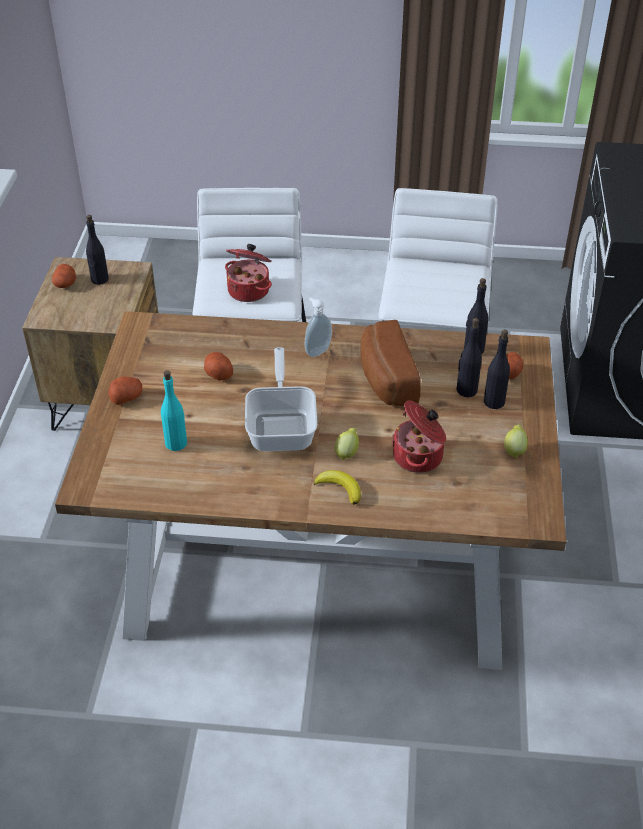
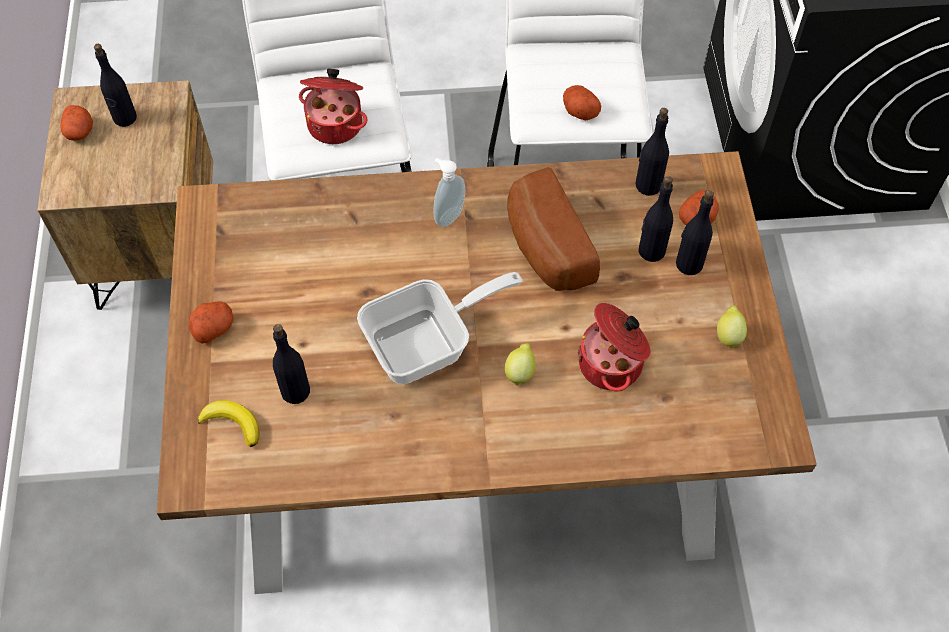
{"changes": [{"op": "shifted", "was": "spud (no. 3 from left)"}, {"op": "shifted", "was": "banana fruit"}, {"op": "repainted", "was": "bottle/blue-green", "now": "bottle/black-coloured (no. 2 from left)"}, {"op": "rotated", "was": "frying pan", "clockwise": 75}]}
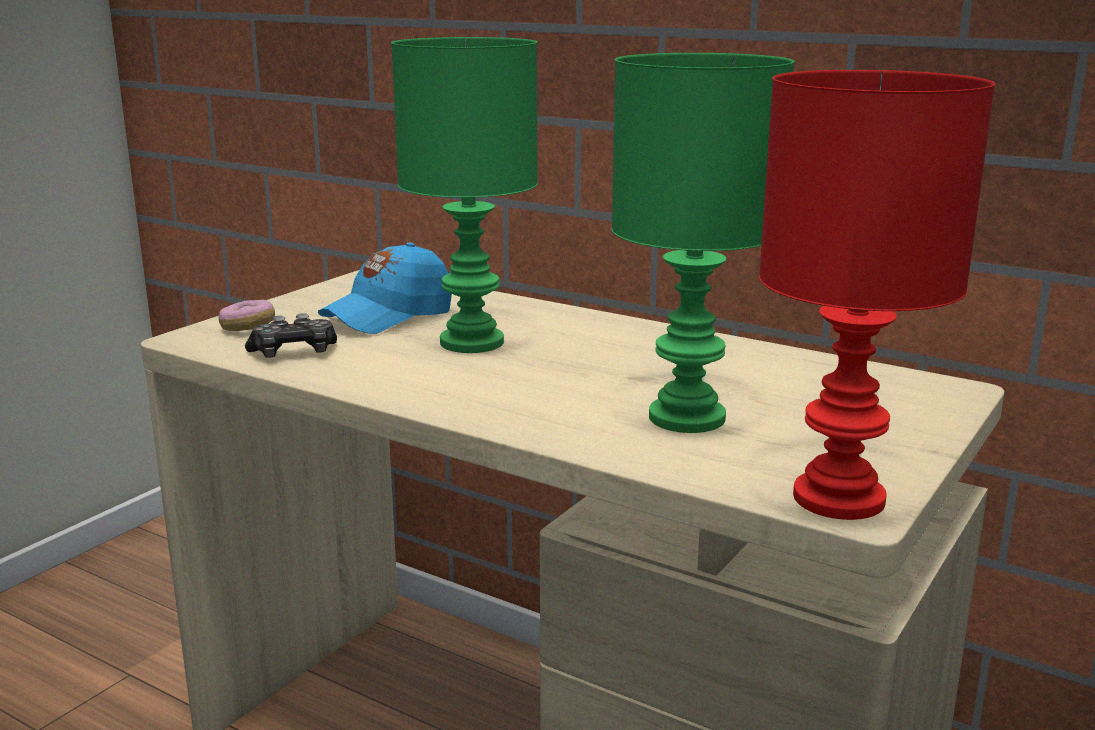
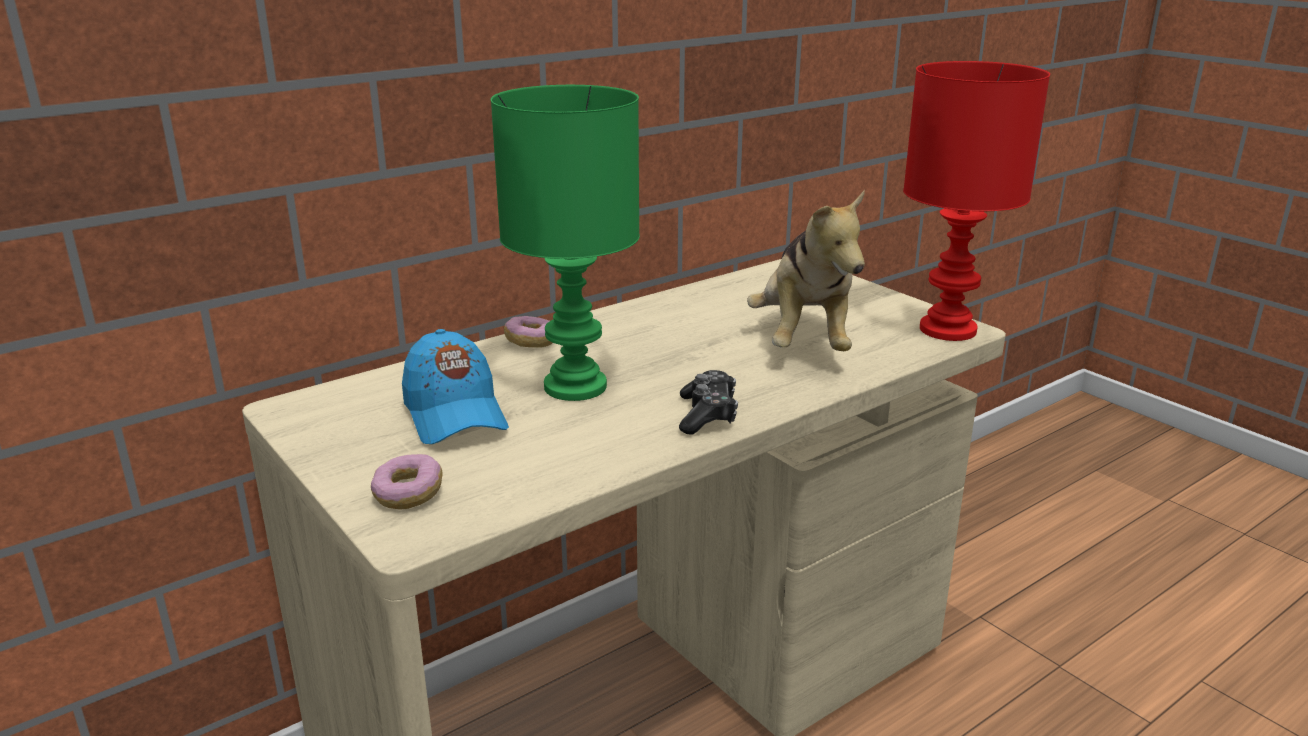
{"changes": [{"op": "new", "now": "ring doughnut (no. 2 from left)"}, {"op": "shifted", "was": "joypad"}, {"op": "swapped", "was": "tabletop lamp/greenish (no. 2 from left)", "now": "soft toy"}]}
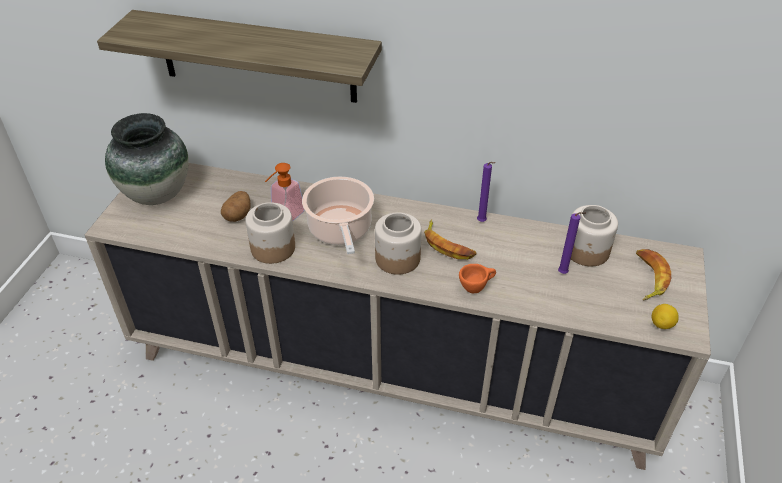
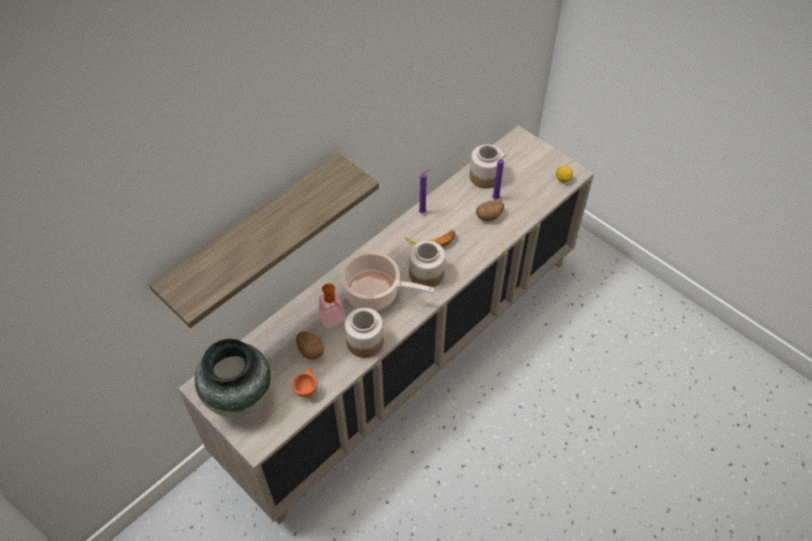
{"changes": [{"op": "gone", "was": "banana fruit (no. 2 from left)"}, {"op": "new", "now": "spud (no. 2 from left)"}, {"op": "shifted", "was": "small cup/orange-coloured"}]}
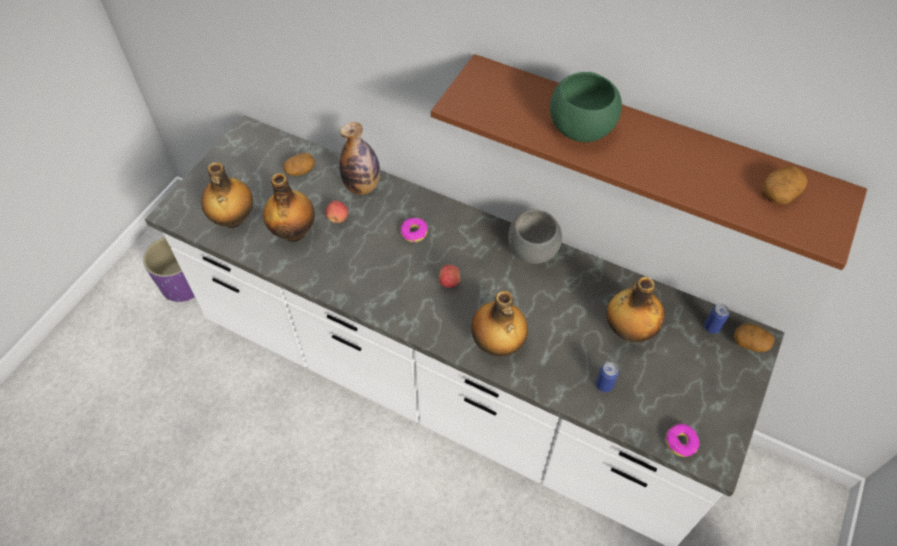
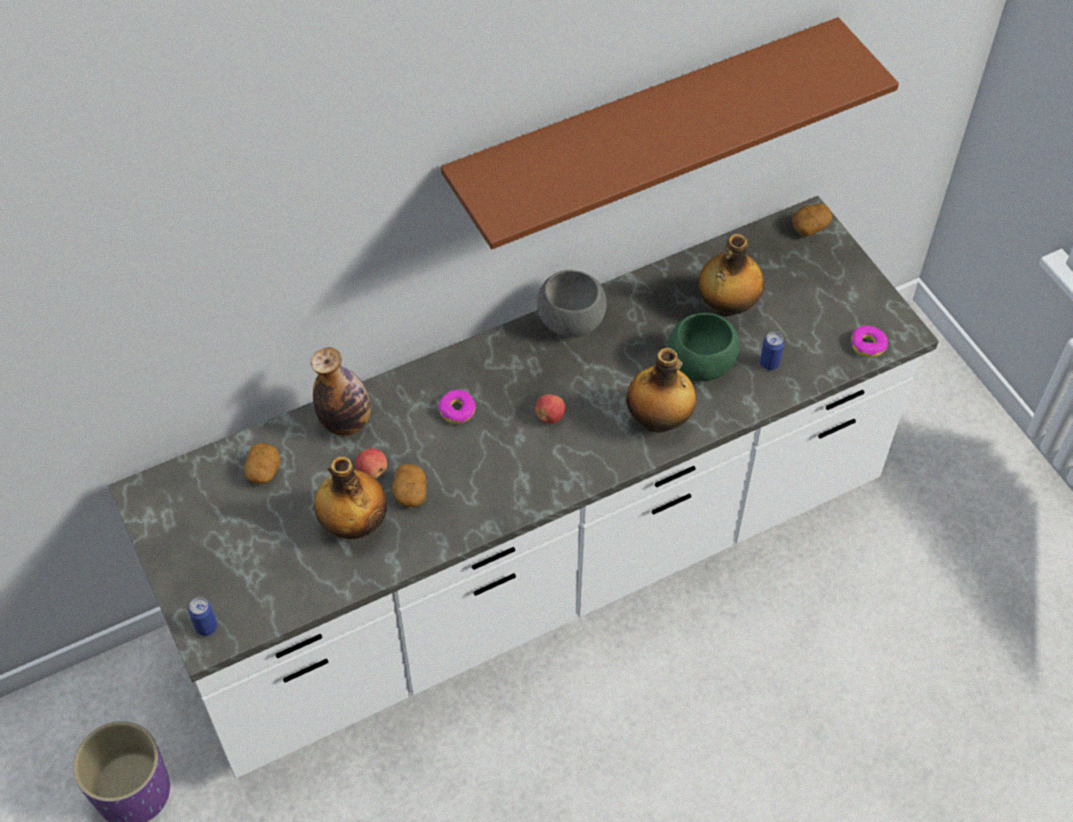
{"changes": [{"op": "gone", "was": "bottle (no. 1 from left)"}, {"op": "shifted", "was": "deep dish/greenish"}, {"op": "shifted", "was": "sealed can (no. 2 from left in the first image)", "now": "sealed can (no. 1 from left)"}, {"op": "shifted", "was": "spud (no. 3 from left in the first image)", "now": "spud (no. 2 from left)"}]}
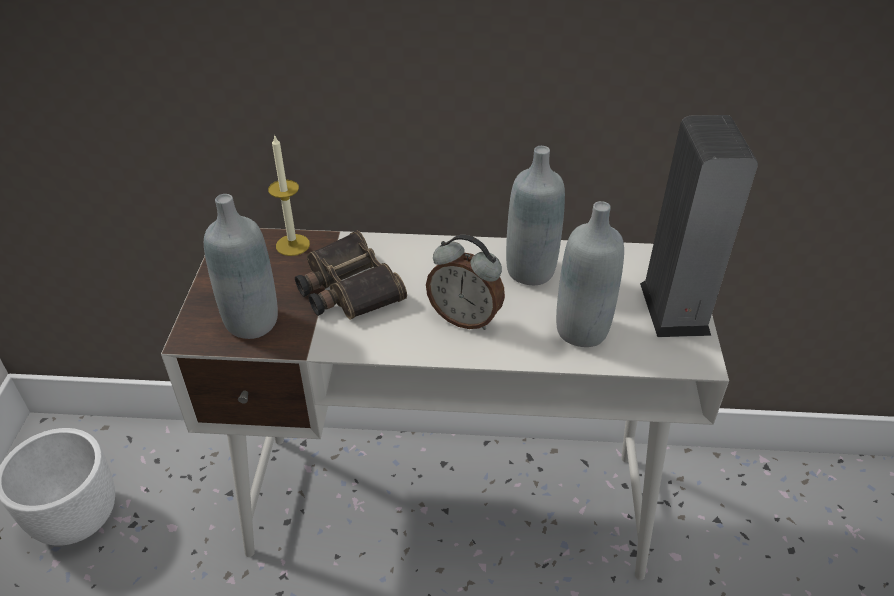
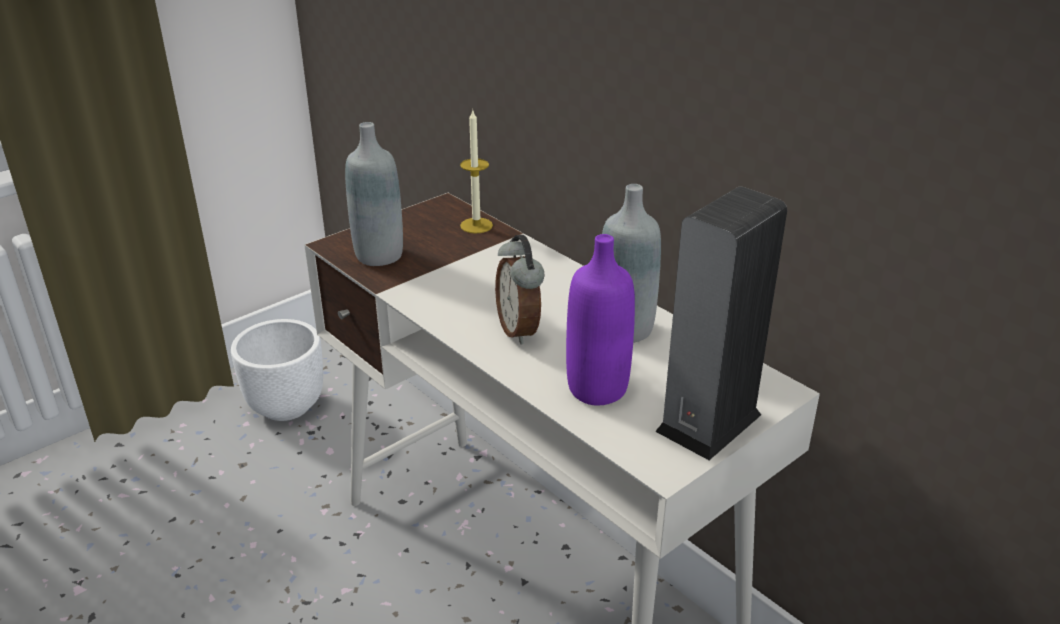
{"changes": [{"op": "gone", "was": "field glasses"}, {"op": "repainted", "was": "bottle/gray (no. 3 from left)", "now": "bottle/purple-coloured"}]}
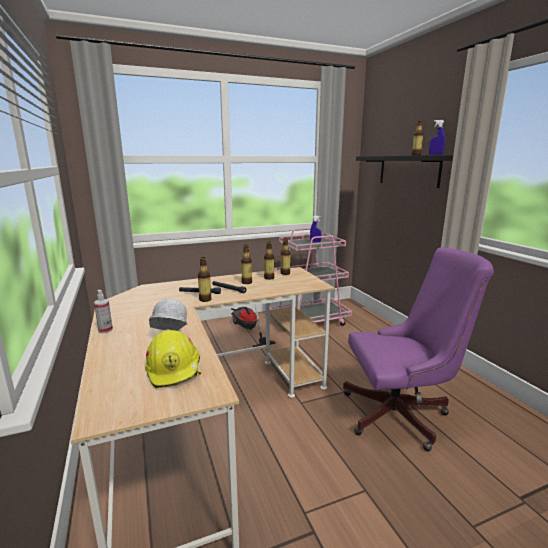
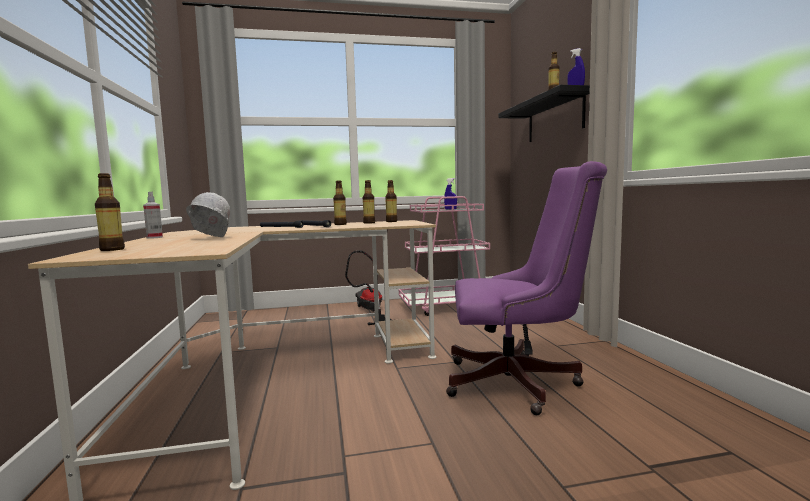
{"changes": [{"op": "gone", "was": "work helmet/yellow"}, {"op": "shifted", "was": "bottle (no. 1 from left)"}]}
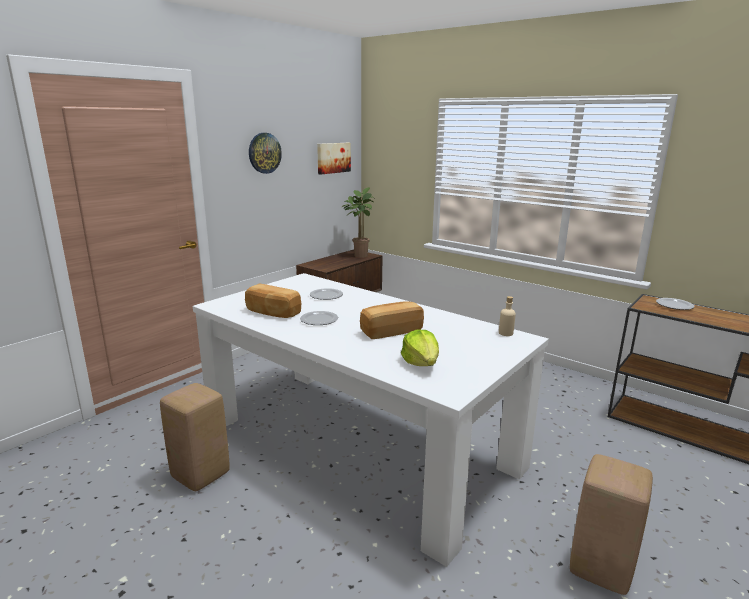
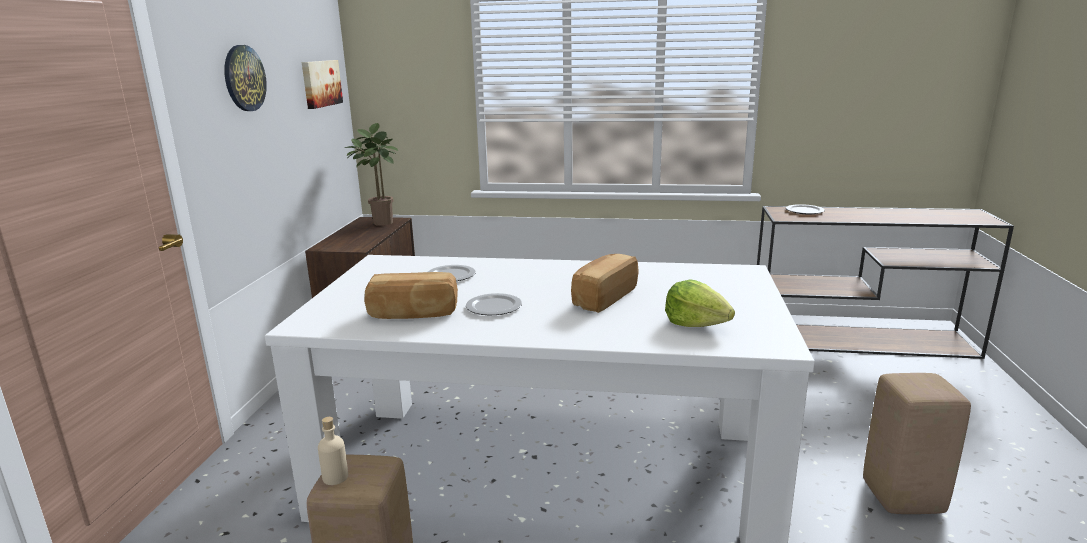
{"changes": [{"op": "shifted", "was": "bottle/beige"}]}
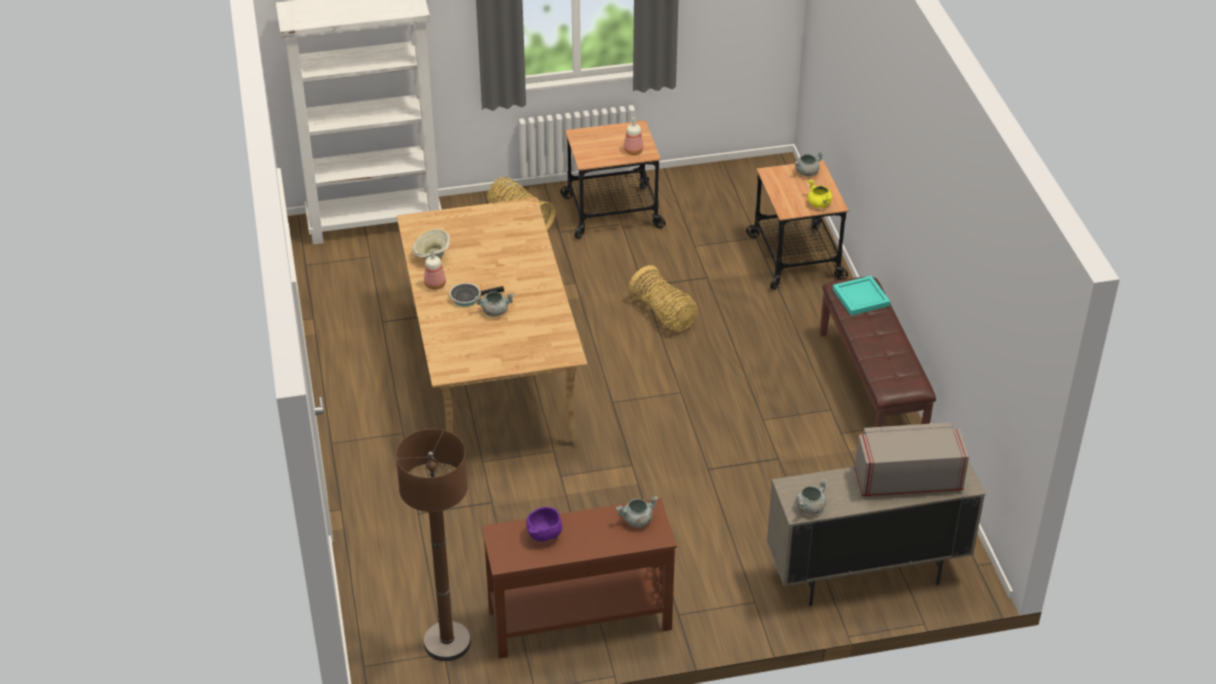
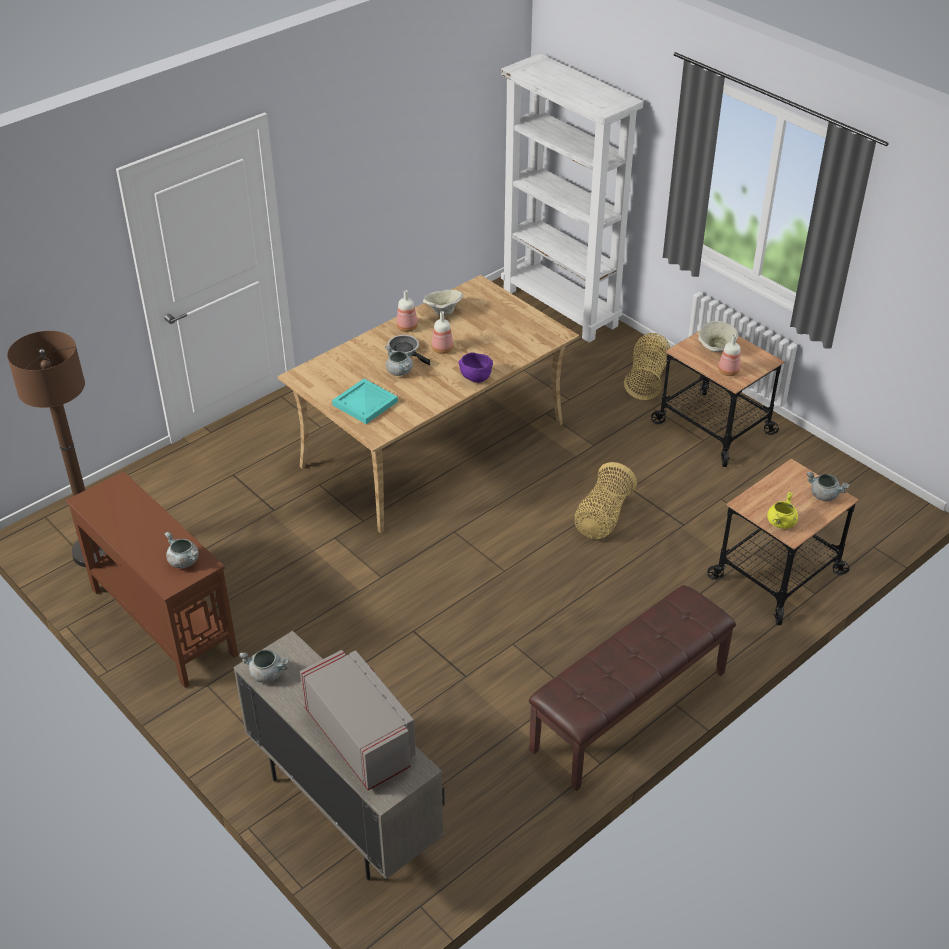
{"changes": [{"op": "new", "now": "bottle (no. 2 from left)"}, {"op": "new", "now": "deep dish/beige (no. 2 from left)"}, {"op": "shifted", "was": "deep dish/purple-coloured"}, {"op": "shifted", "was": "serving tray/blue-green"}]}
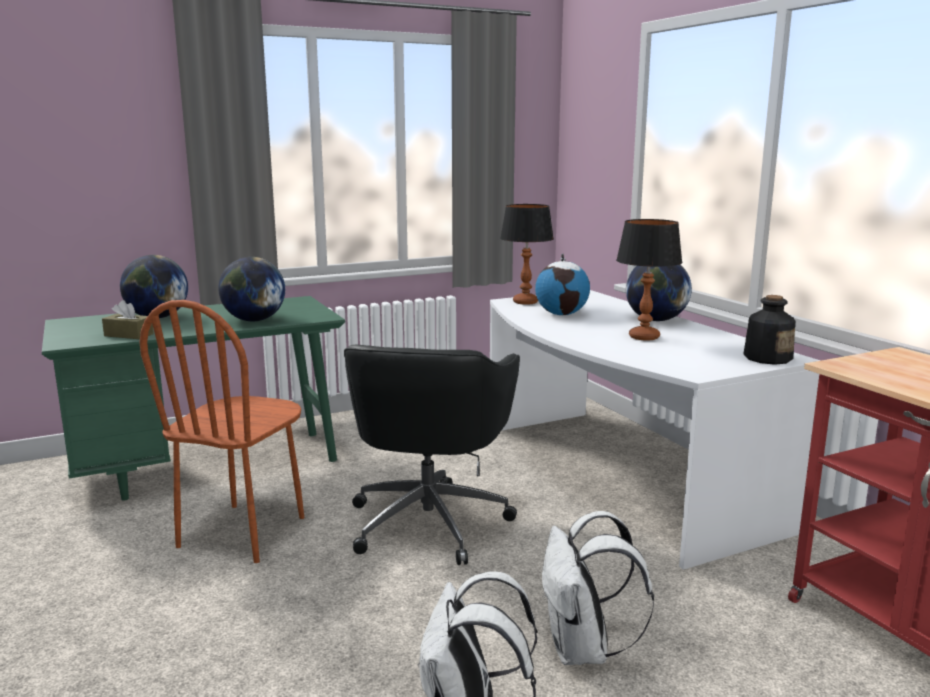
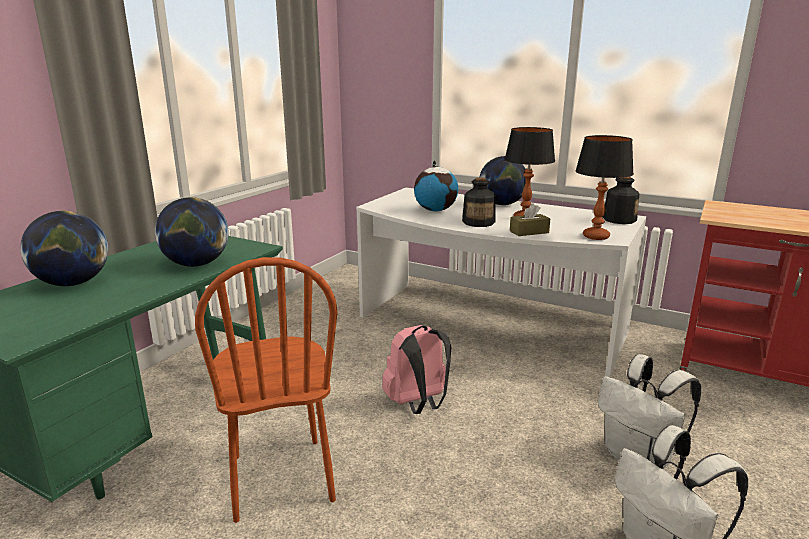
{"changes": [{"op": "new", "now": "bottle (no. 1 from left)"}, {"op": "shifted", "was": "tissue box/brown-coloured"}, {"op": "shifted", "was": "tabletop lamp (no. 1 from left in the first image)", "now": "tabletop lamp (no. 2 from left)"}, {"op": "swapped", "was": "computer chair/black-coloured", "now": "rucksack/pinkish"}]}
